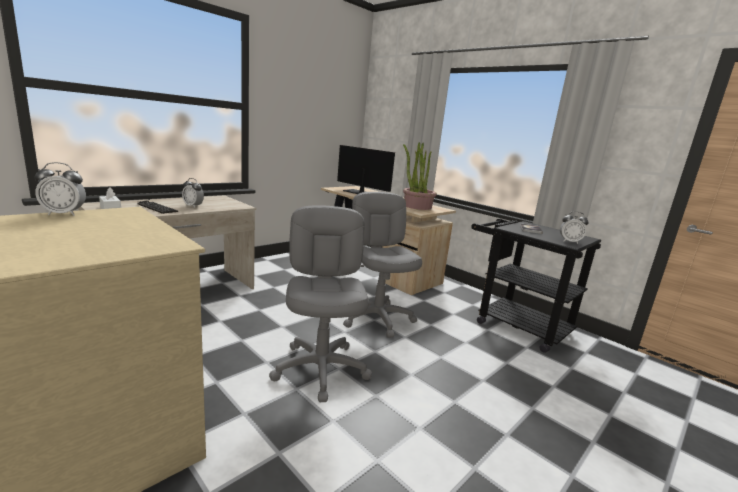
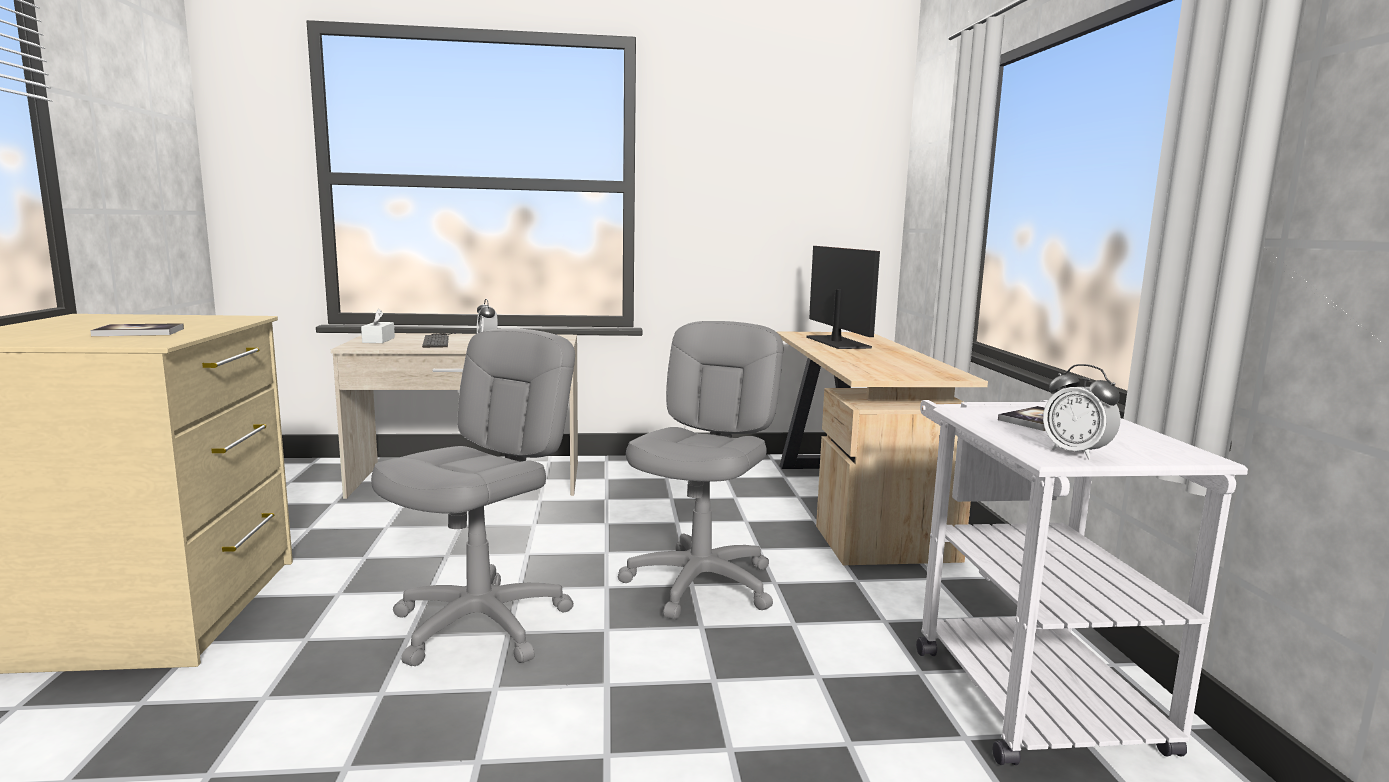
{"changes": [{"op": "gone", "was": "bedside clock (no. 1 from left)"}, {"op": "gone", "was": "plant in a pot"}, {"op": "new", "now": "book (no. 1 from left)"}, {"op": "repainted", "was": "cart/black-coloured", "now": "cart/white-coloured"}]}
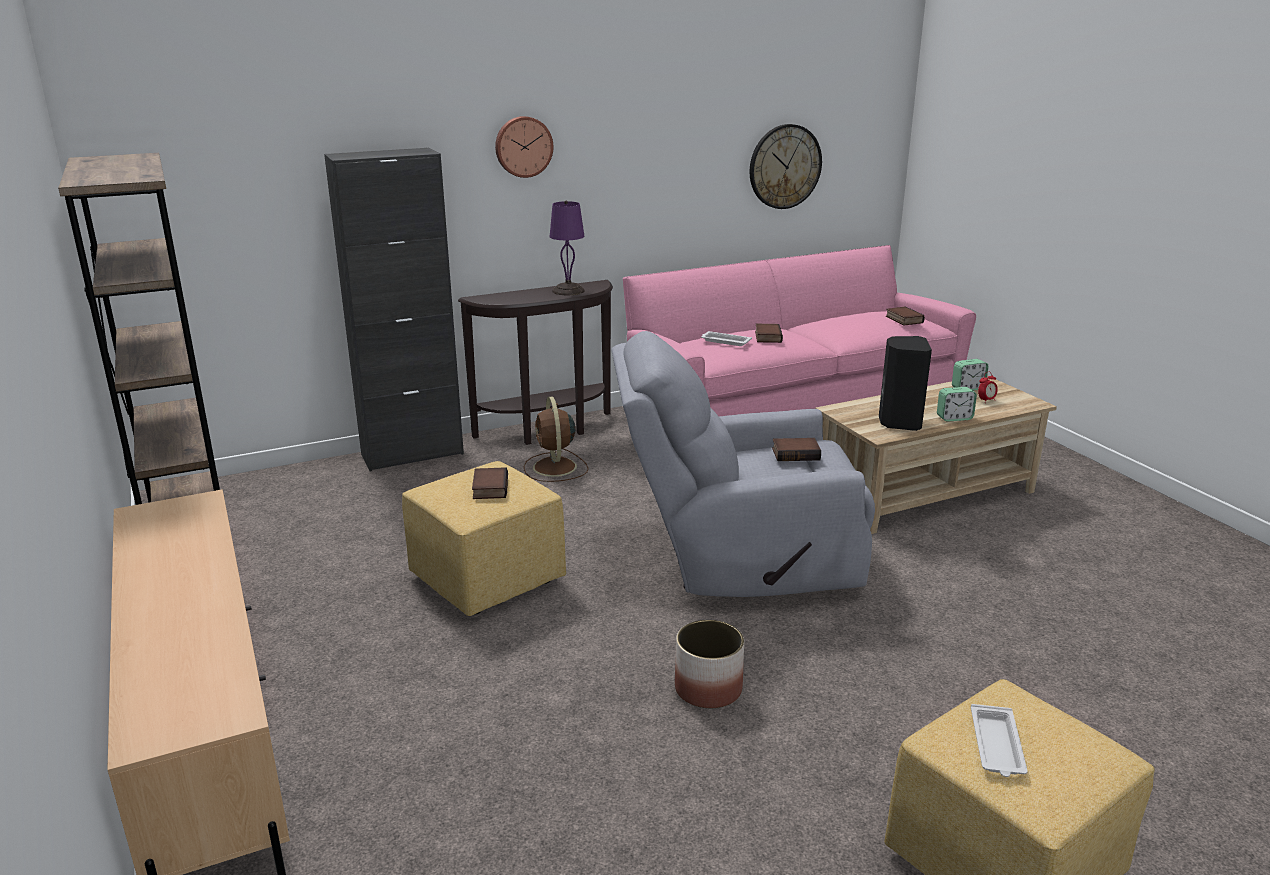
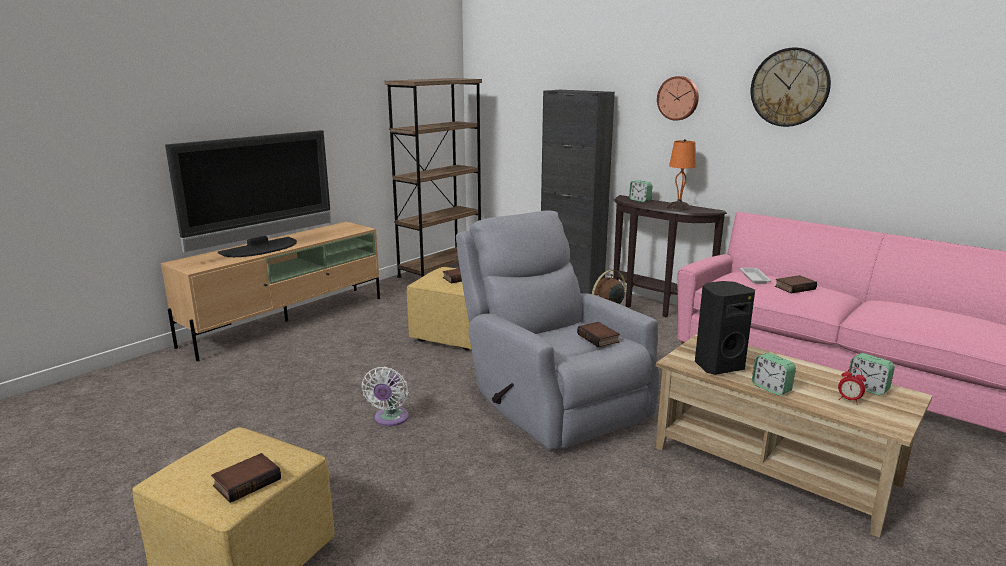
{"changes": [{"op": "gone", "was": "serving tray/white-coloured (no. 2 from left)"}, {"op": "new", "now": "TV"}, {"op": "new", "now": "bedside clock (no. 1 from left)"}, {"op": "shifted", "was": "clock on the wall (no. 2 from left)"}, {"op": "shifted", "was": "book (no. 4 from left in the first image)", "now": "book (no. 1 from left)"}, {"op": "swapped", "was": "planter", "now": "electric fan/white-coloured"}, {"op": "repainted", "was": "tabletop lamp/purple-coloured", "now": "tabletop lamp/orange-coloured"}]}
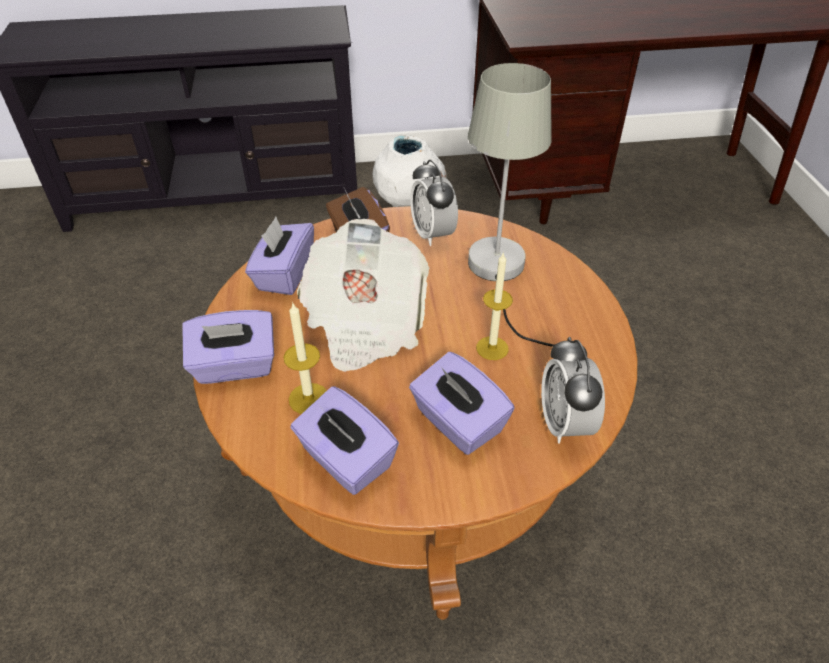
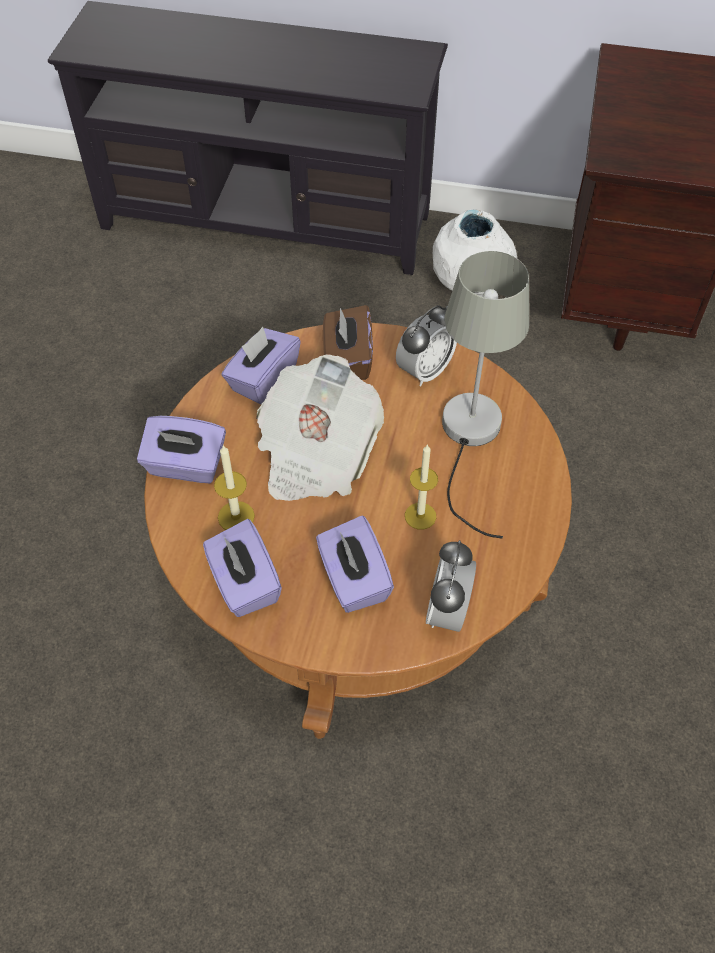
{"changes": [{"op": "rotated", "was": "bedside clock (no. 1 from left)", "clockwise": -135}]}
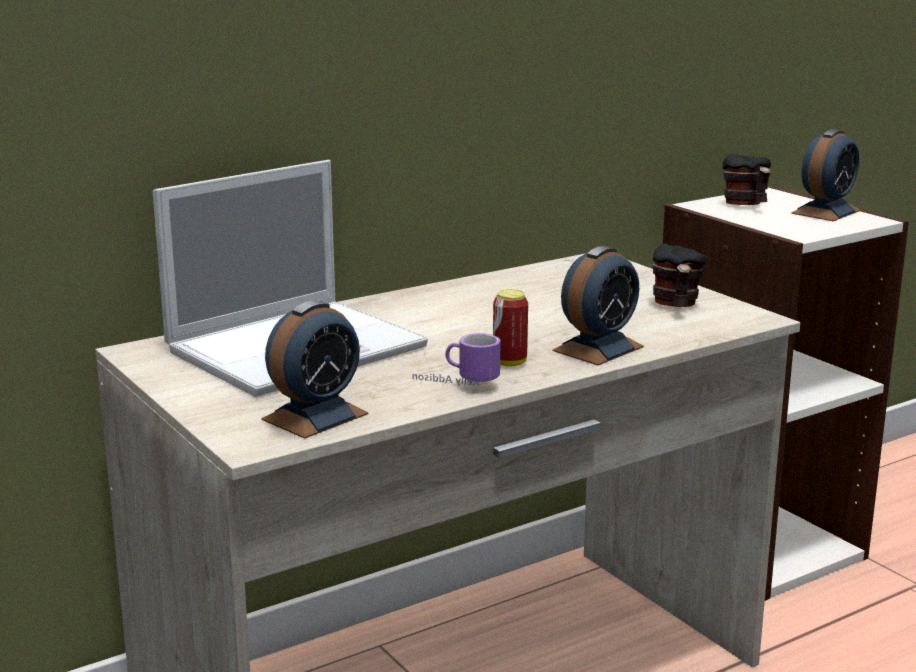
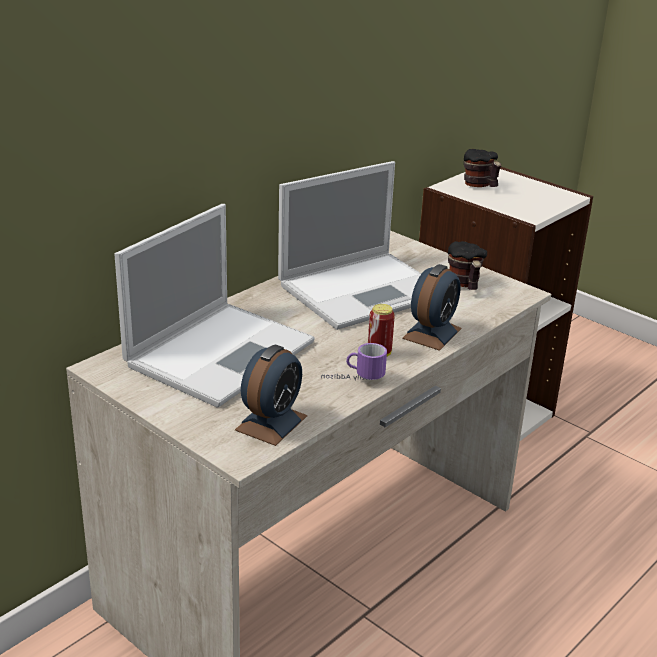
{"changes": [{"op": "gone", "was": "bedside clock (no. 3 from left)"}, {"op": "new", "now": "notebook computer (no. 2 from left)"}]}
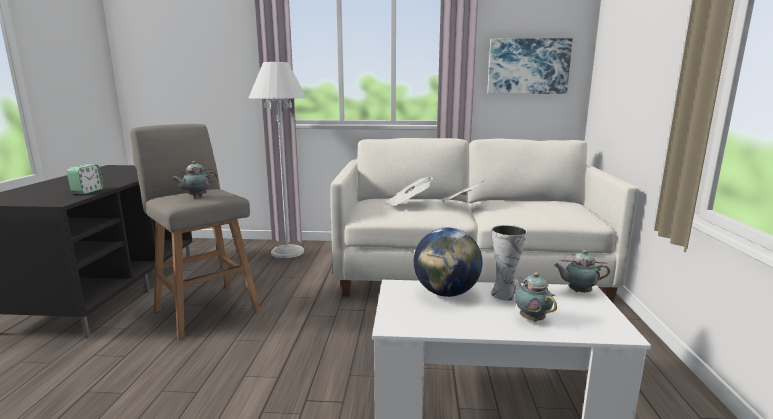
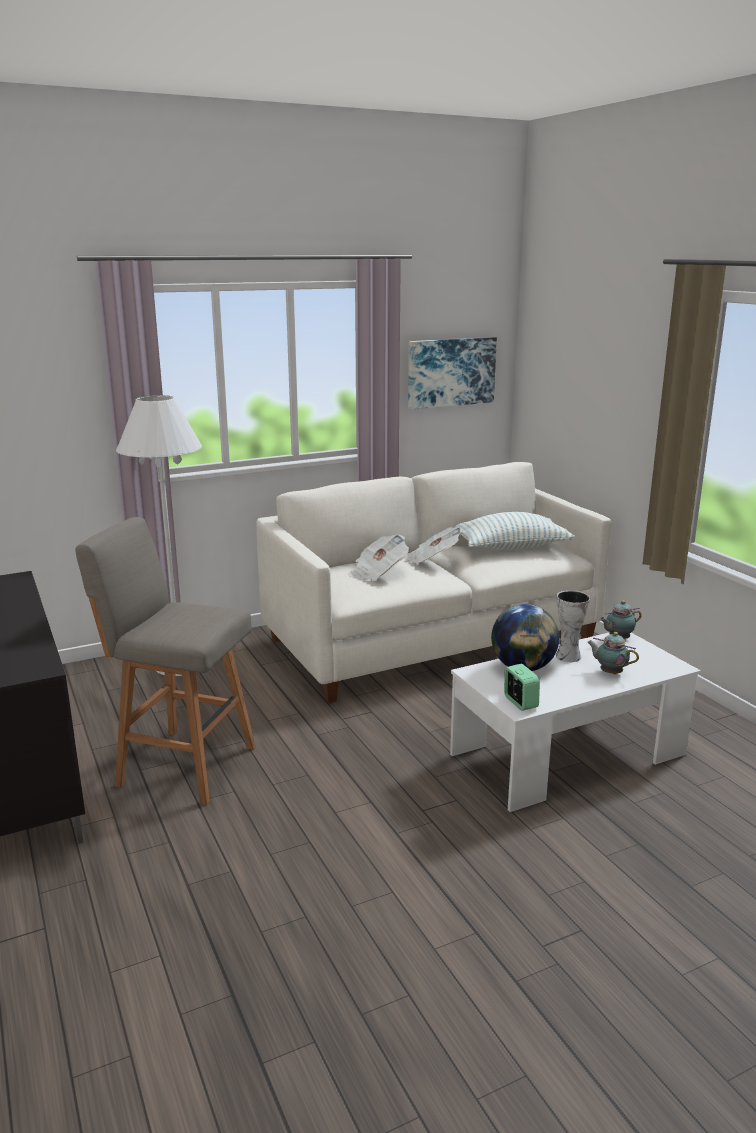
{"changes": [{"op": "gone", "was": "pot for tea (no. 1 from left)"}, {"op": "new", "now": "throw pillow"}, {"op": "shifted", "was": "bedside clock"}]}
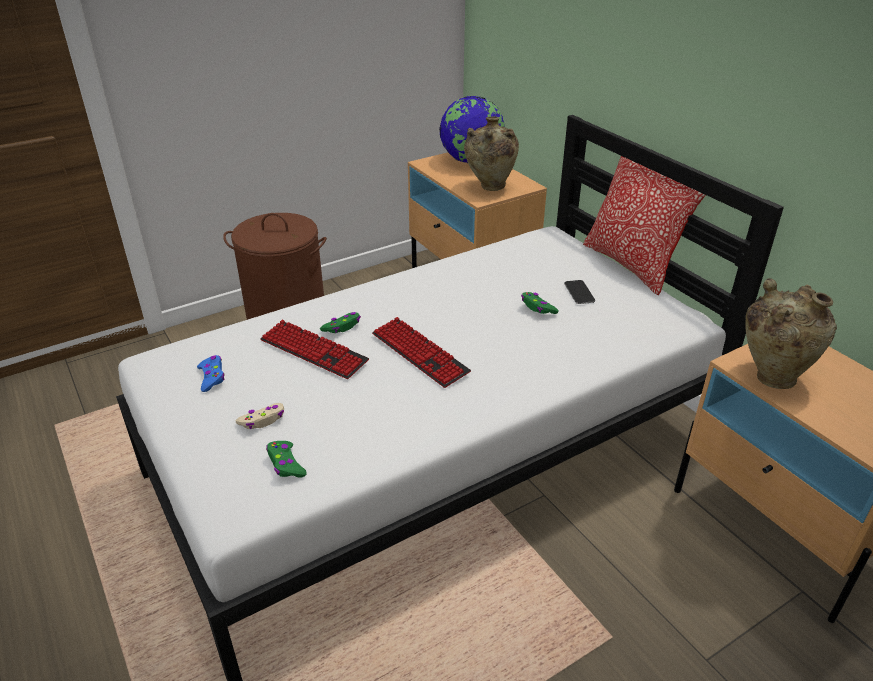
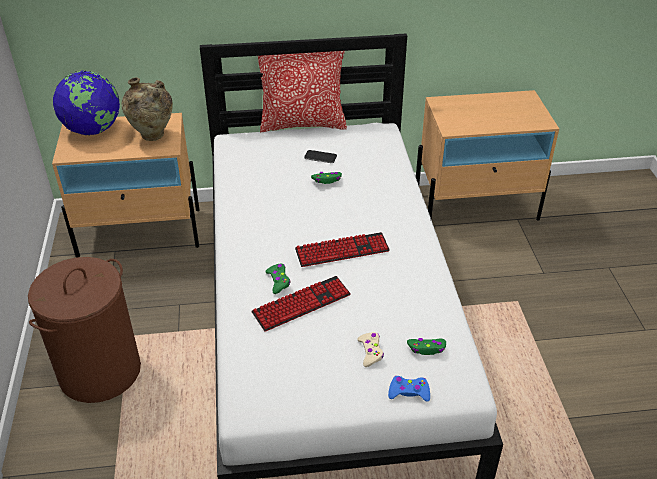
{"changes": [{"op": "gone", "was": "decorative vase/beige (no. 2 from left)"}, {"op": "shifted", "was": "joypad/blue"}]}
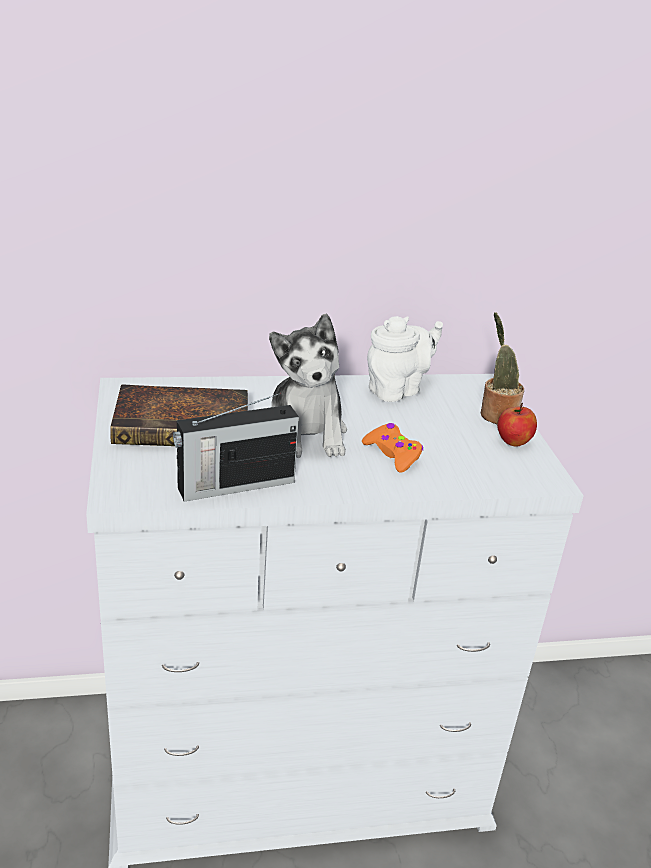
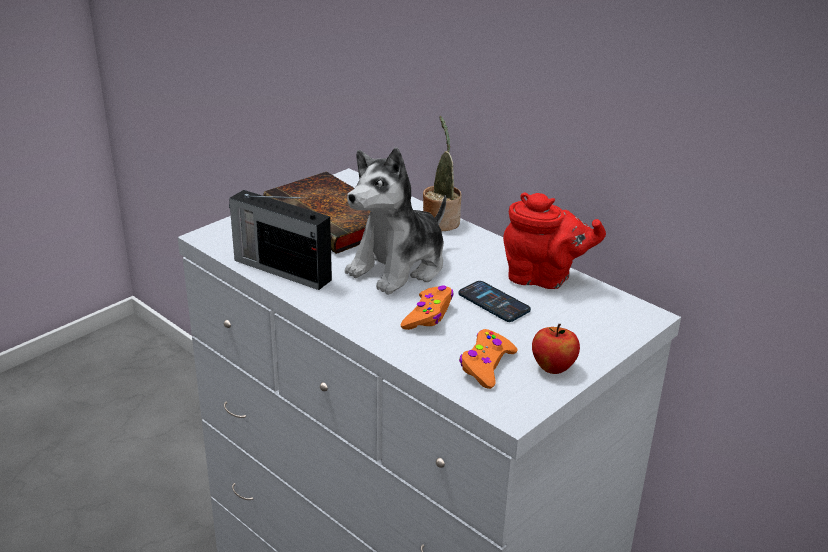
{"changes": [{"op": "new", "now": "handset"}, {"op": "new", "now": "joypad/orange-coloured (no. 2 from left)"}, {"op": "shifted", "was": "plant in a pot"}, {"op": "repainted", "was": "pot for tea/white-coloured", "now": "pot for tea/red-coloured"}]}
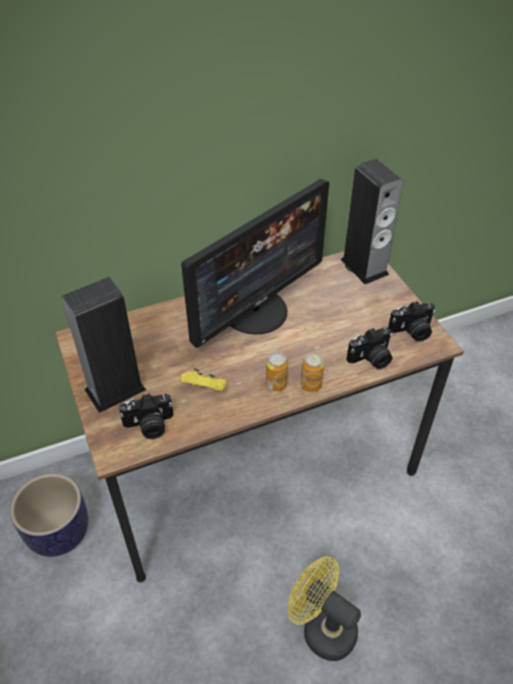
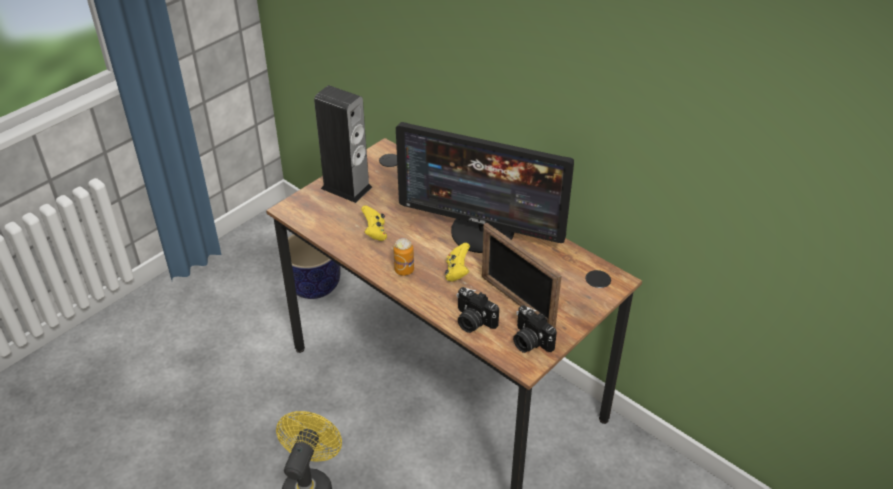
{"changes": [{"op": "gone", "was": "photo camera (no. 1 from left)"}, {"op": "gone", "was": "sealed can (no. 2 from left)"}, {"op": "gone", "was": "speaker (no. 2 from left)"}, {"op": "new", "now": "joypad/yellow (no. 2 from left)"}, {"op": "new", "now": "photo frame"}]}
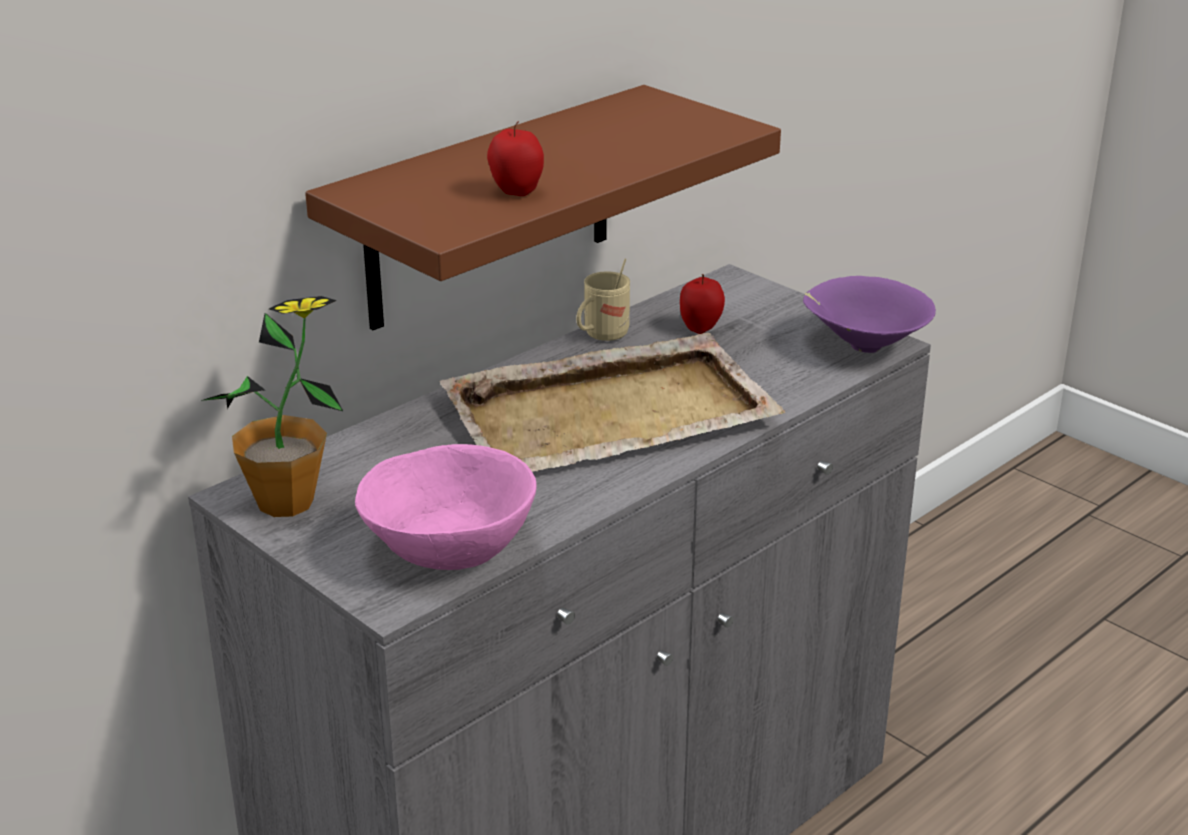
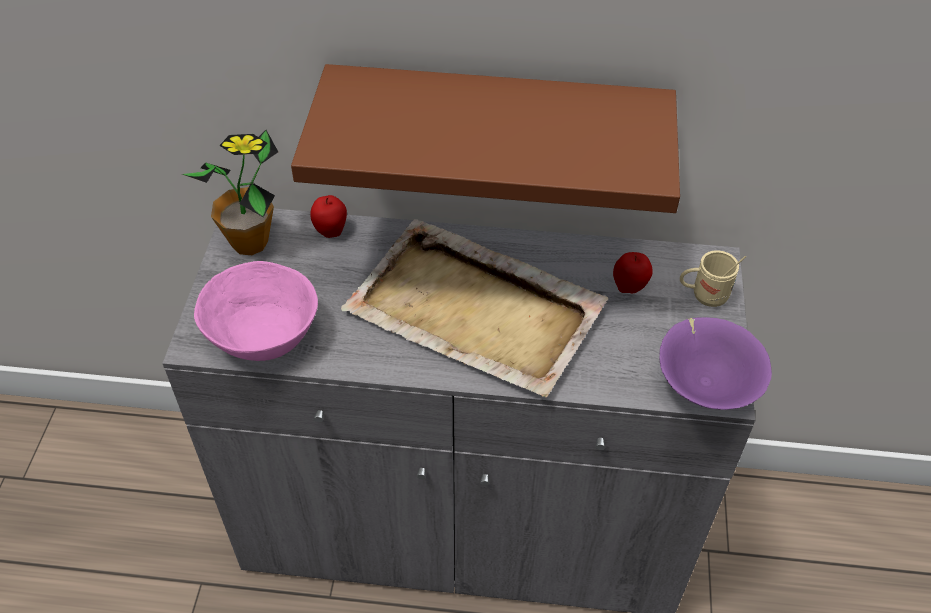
{"changes": [{"op": "shifted", "was": "apple fruit (no. 1 from left)"}, {"op": "shifted", "was": "tea mug/beige"}]}
